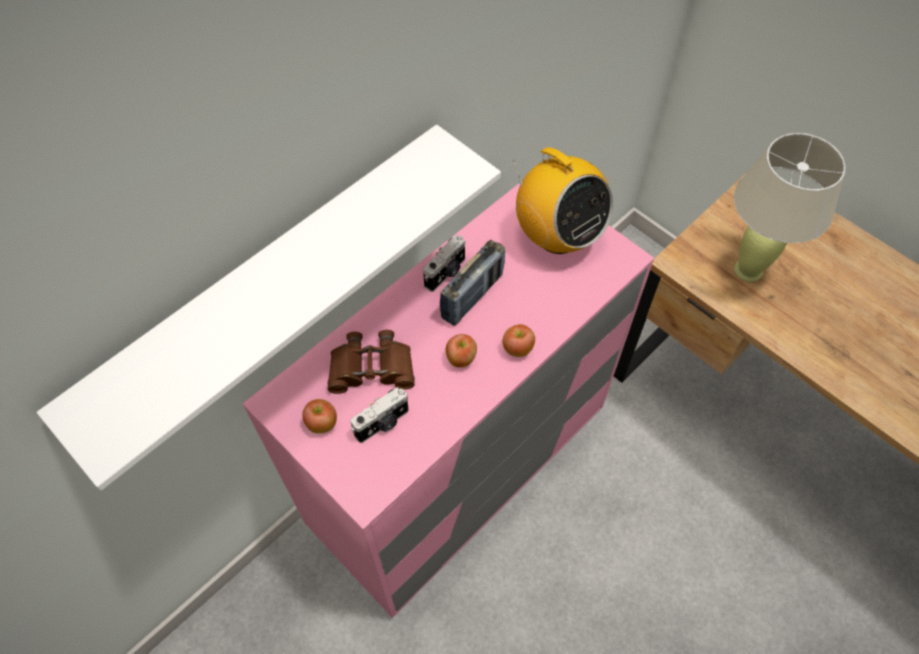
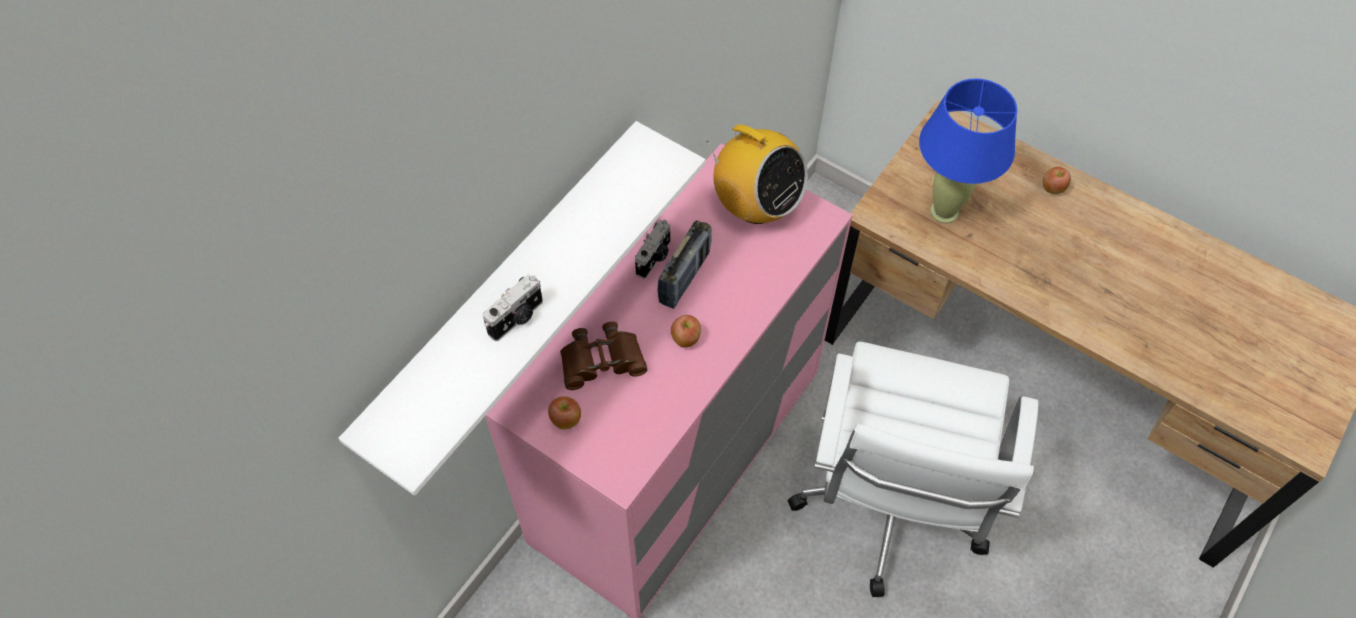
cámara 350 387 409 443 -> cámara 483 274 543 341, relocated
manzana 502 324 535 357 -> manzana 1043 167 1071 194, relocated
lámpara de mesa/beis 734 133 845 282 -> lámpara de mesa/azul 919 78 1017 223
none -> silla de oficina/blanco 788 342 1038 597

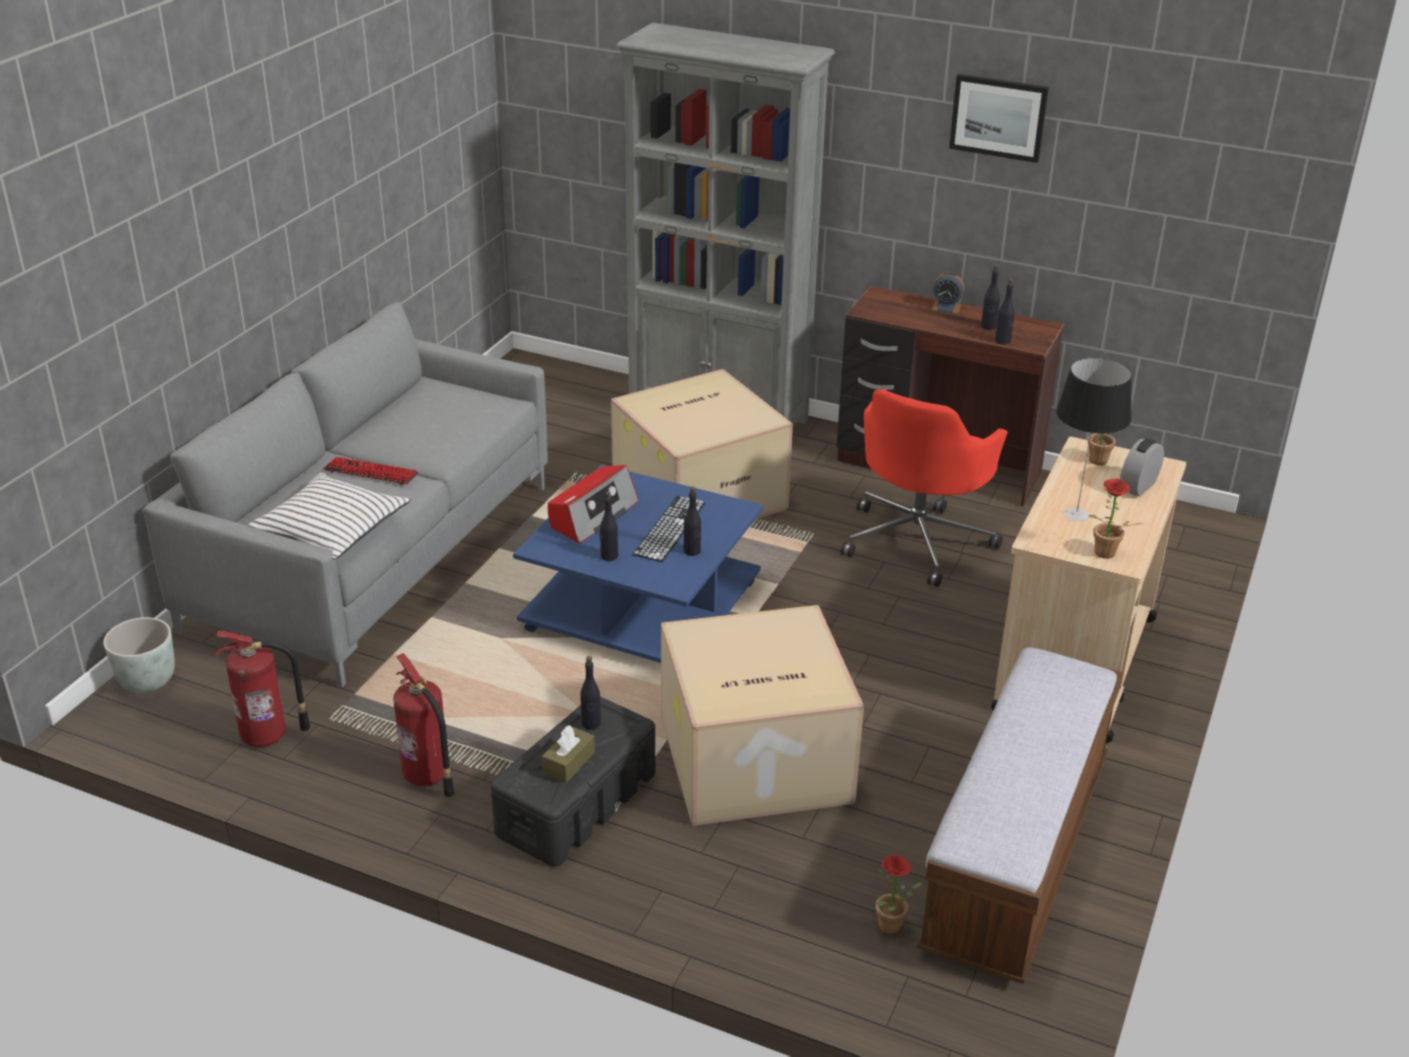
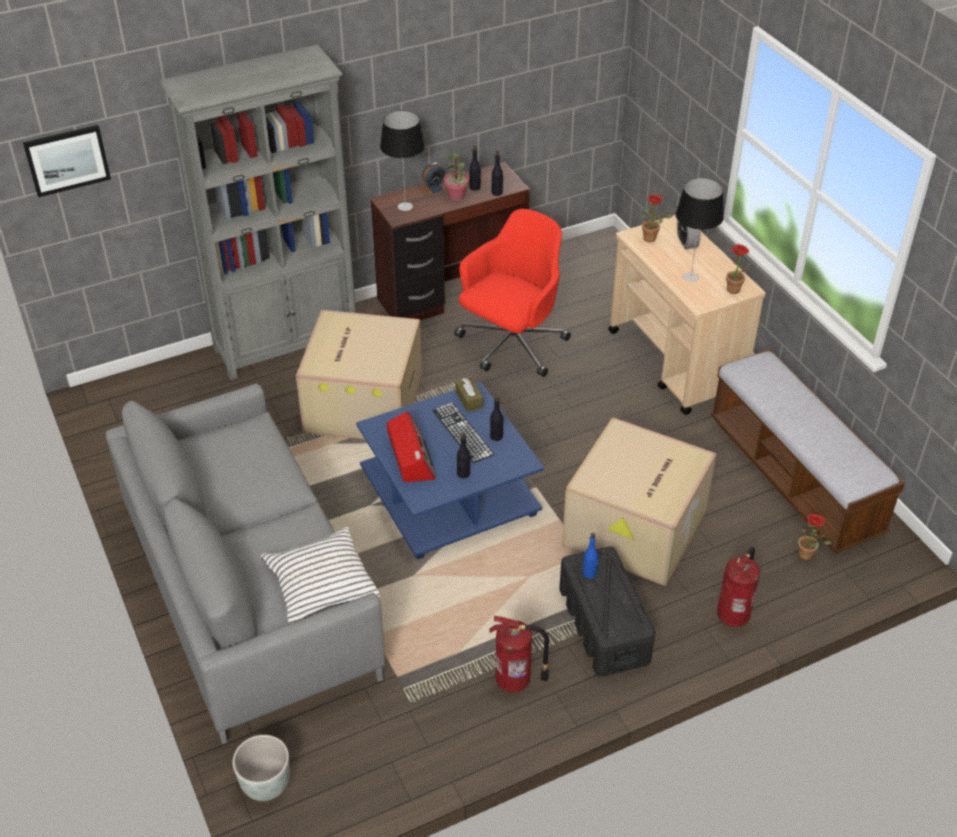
extintor 215 631 311 747 -> extintor 717 547 760 627, relocated
teclado 323 457 419 485 -> none
caja de pañuelos/marrón 542 725 595 783 -> caja de pañuelos/marrón 455 377 483 412, relocated
botella/negro 580 656 601 730 -> botella/azul 583 533 598 579
silla de oficina/rojo 841 389 1008 587 -> silla de oficina/rojo 454 209 571 377, 120 degrees counterclockwise
cuadro 949 74 1049 163 -> cuadro 23 125 111 197, relocated
none -> lámpara de mesa 380 111 425 211
none -> planta en maceta 444 153 469 200

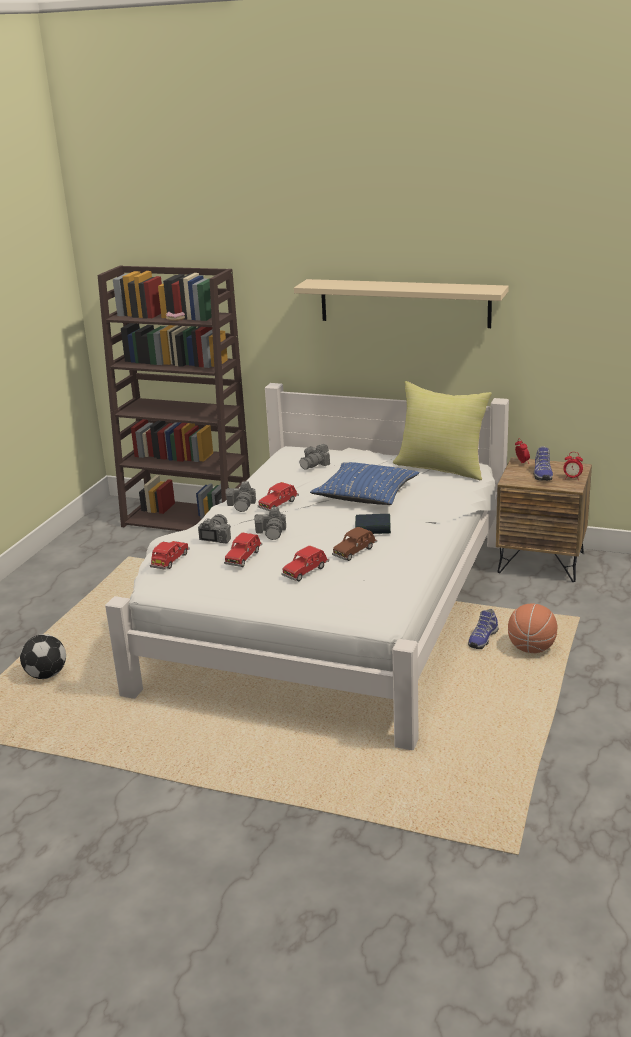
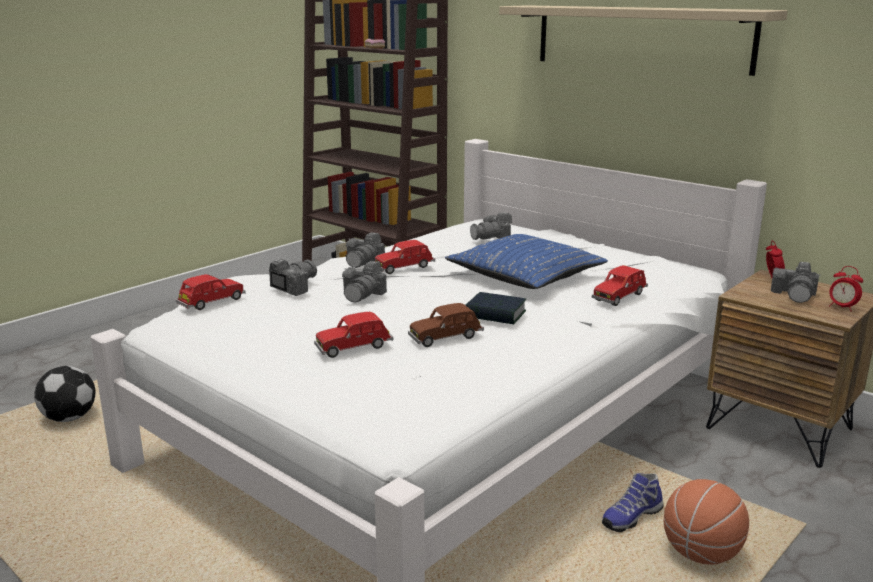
coche de juguete/rojo 224 532 262 567 -> coche de juguete/rojo 592 265 648 306, relocated
cojín/amarillo 393 381 492 480 -> none
zapato 533 446 553 481 -> cámara 771 262 821 303

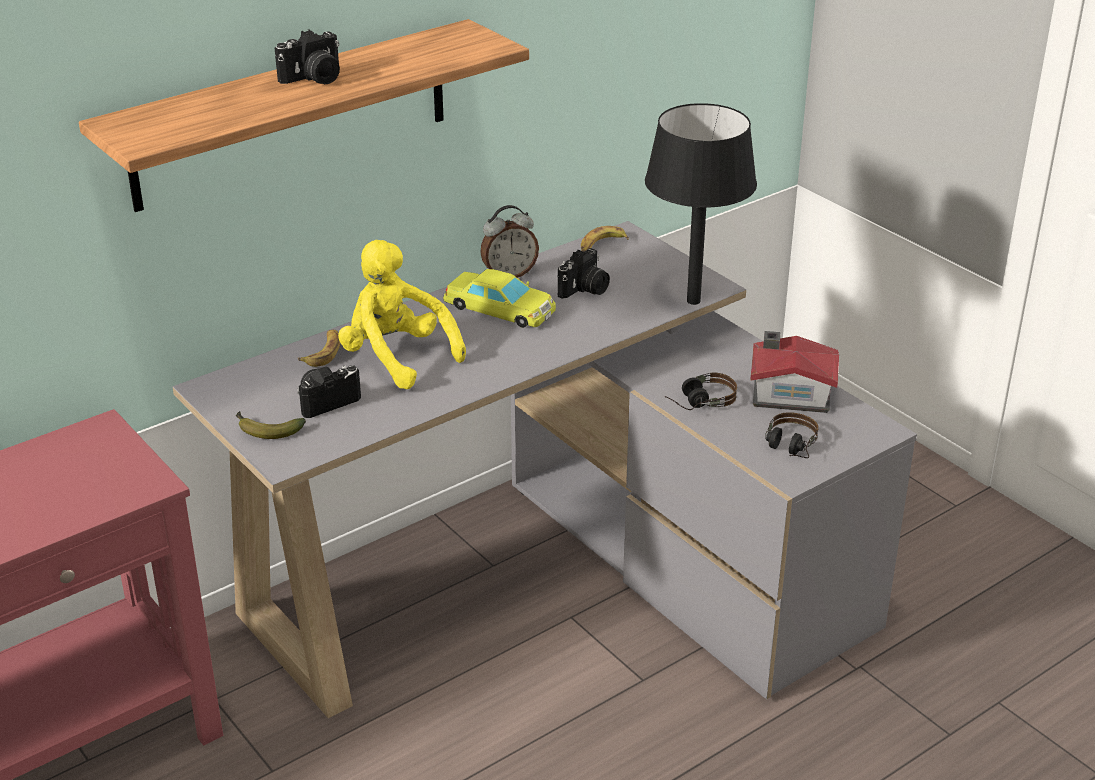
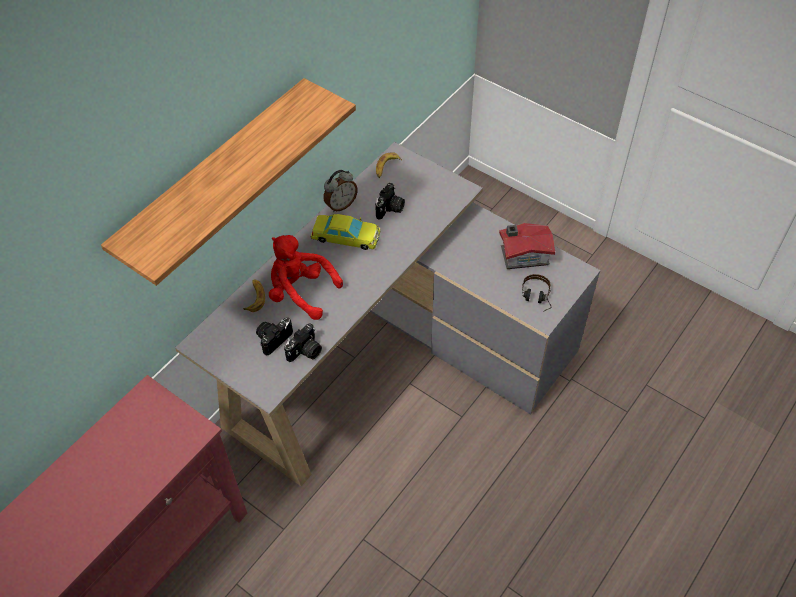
plátano 236 411 306 439 -> none
cámara 275 29 340 84 -> cámara 284 323 322 362, relocated
peluche/amarillo 338 240 466 389 -> peluche/rojo 269 235 343 320
lámpara de mesa/negro 645 103 757 305 -> none
auriculares 665 373 737 410 -> none

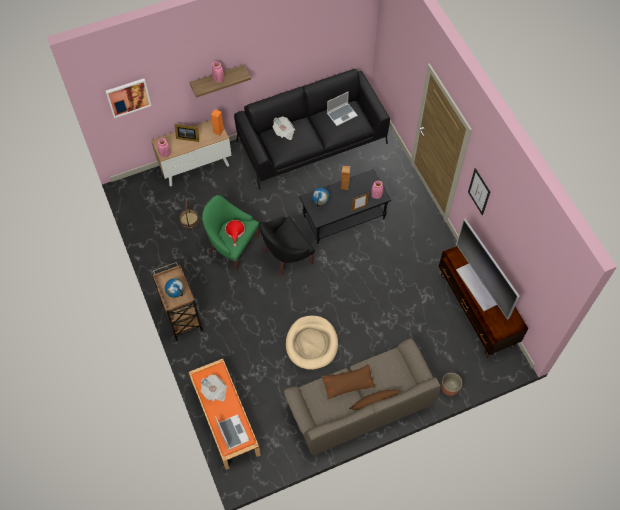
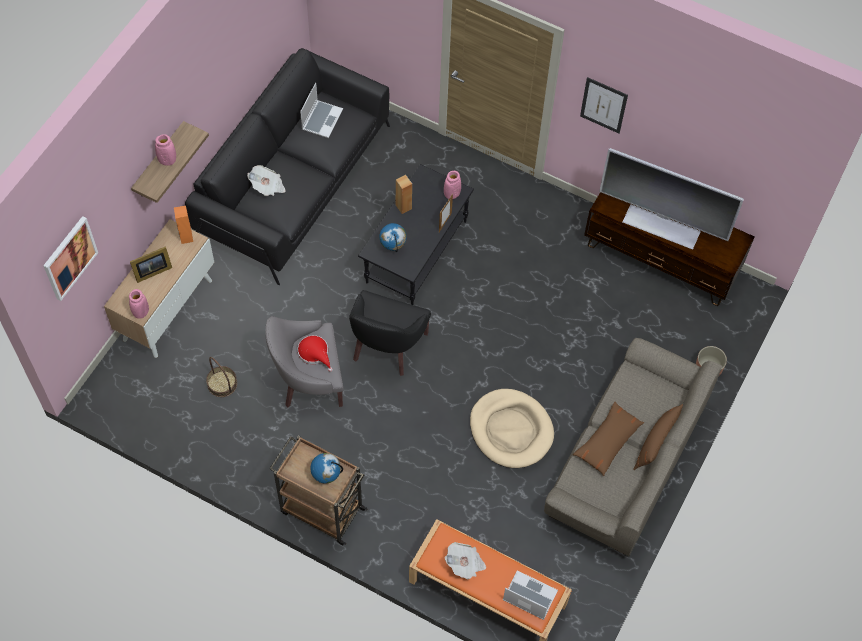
sillón/verde 202 195 259 271 -> sillón/gris 266 316 344 408

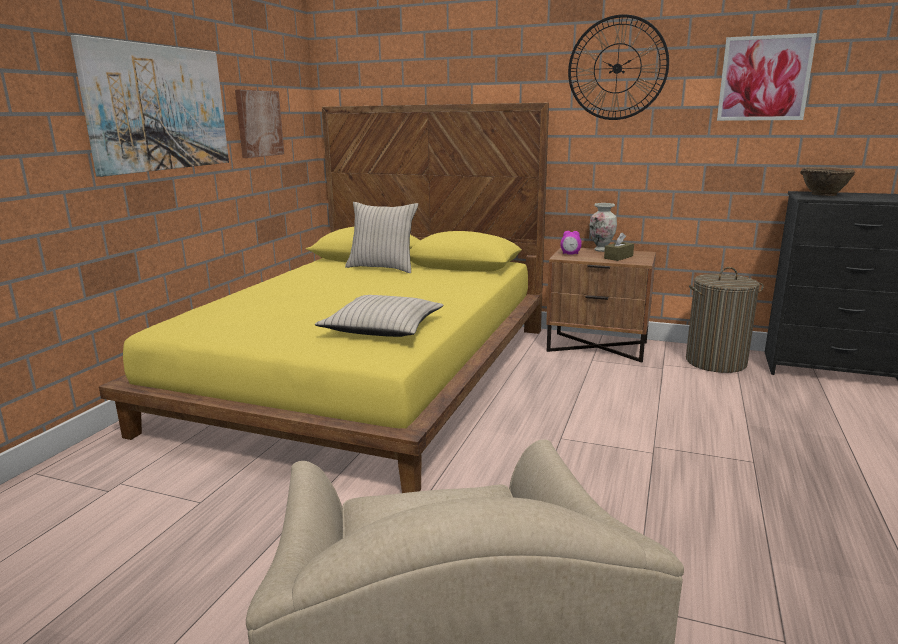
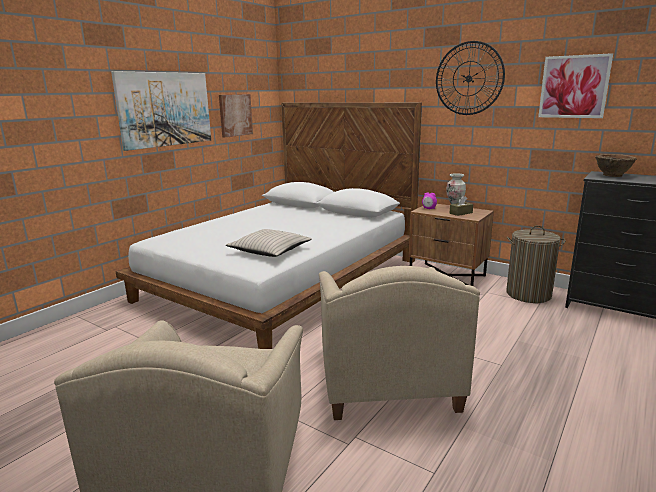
cama/amarillo 99 103 549 493 -> cama/blanco 116 102 422 349
cojín/beis 345 202 418 273 -> none
none -> sillón/beis 319 266 480 420

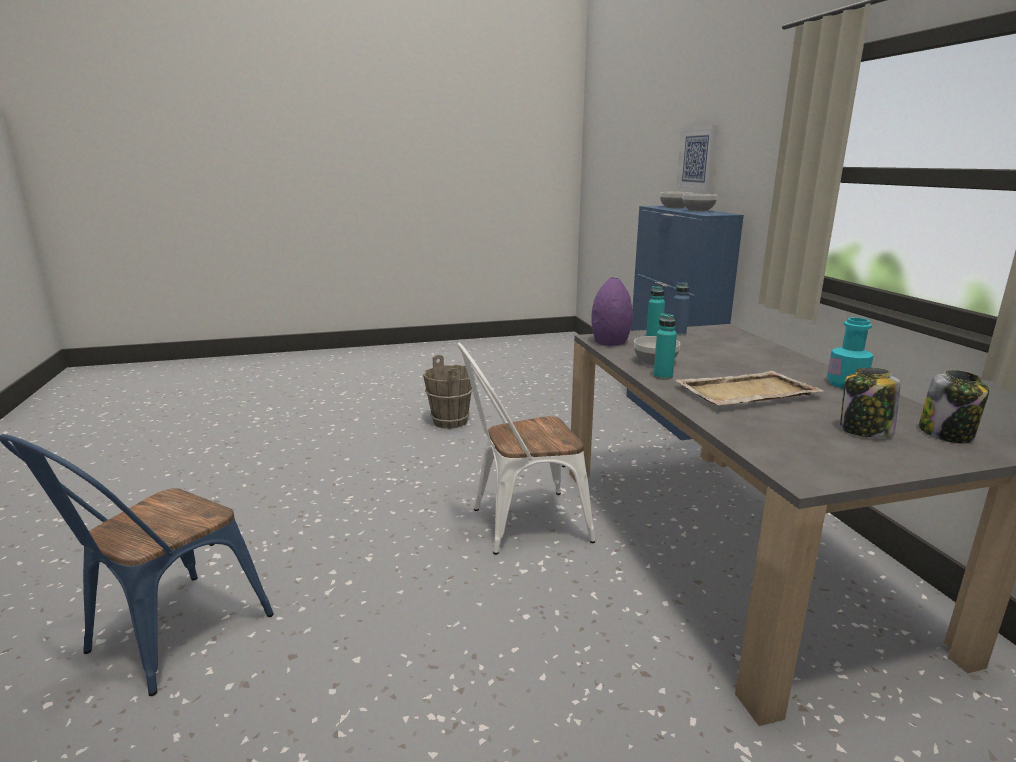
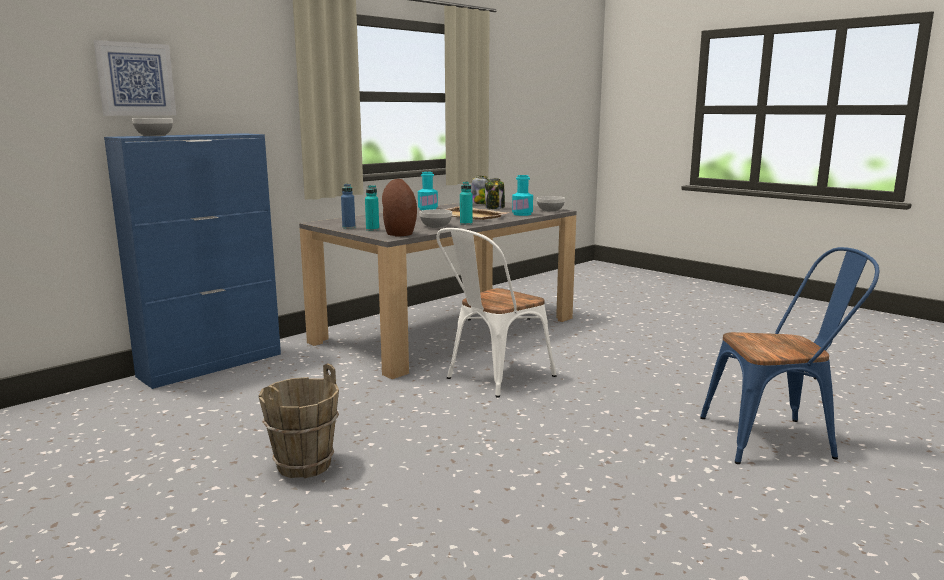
silla/blanco 457 343 595 555 -> silla/blanco 437 228 556 397, 90 degrees clockwise
florero/morado 591 277 633 346 -> florero/marrón 382 179 417 237
cuenco 683 194 718 211 -> cuenco 537 196 565 212, relocated
none -> botella/turquesa 512 175 533 216

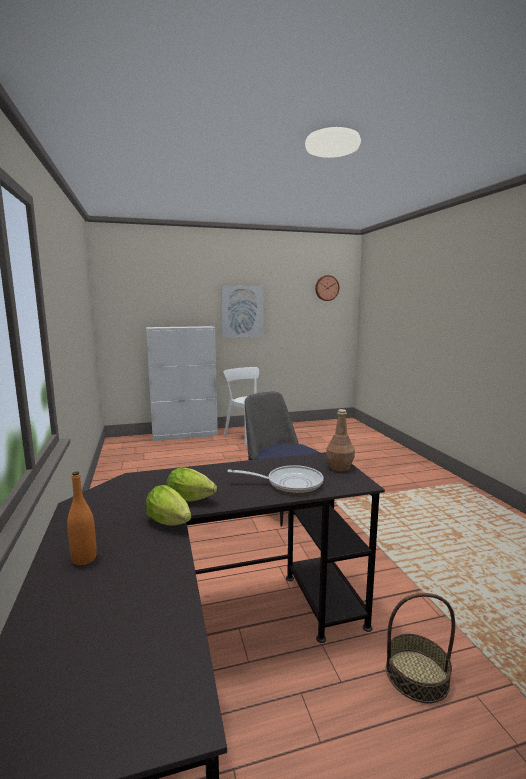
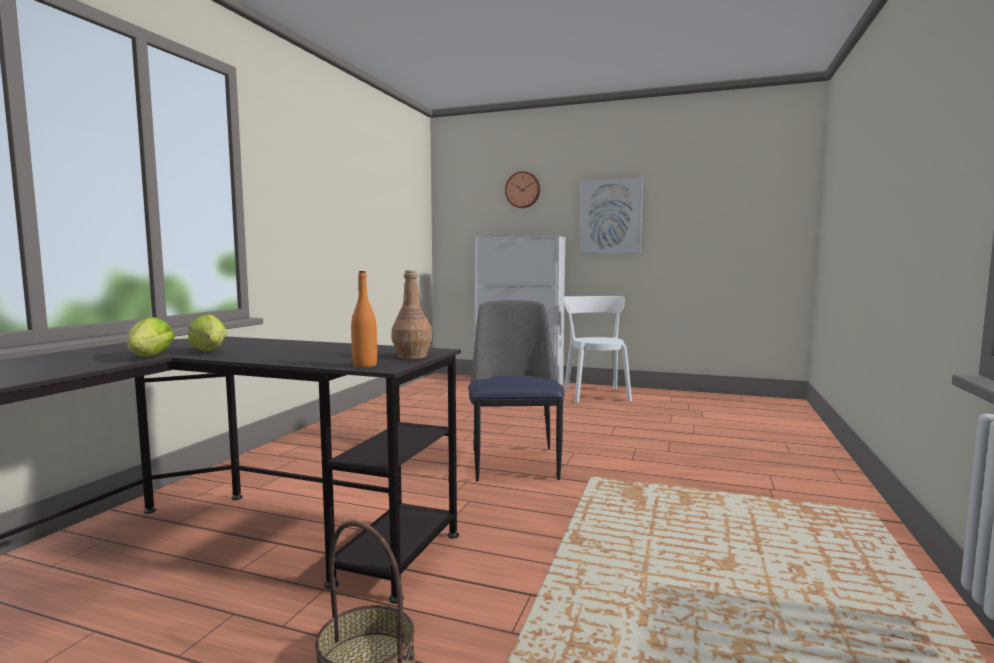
botella/naranja 67 471 97 565 -> botella/naranja 351 271 377 368, relocated
sartén 227 465 323 493 -> none
reloj de pared 315 275 339 301 -> reloj de pared 505 171 540 208, relocated

